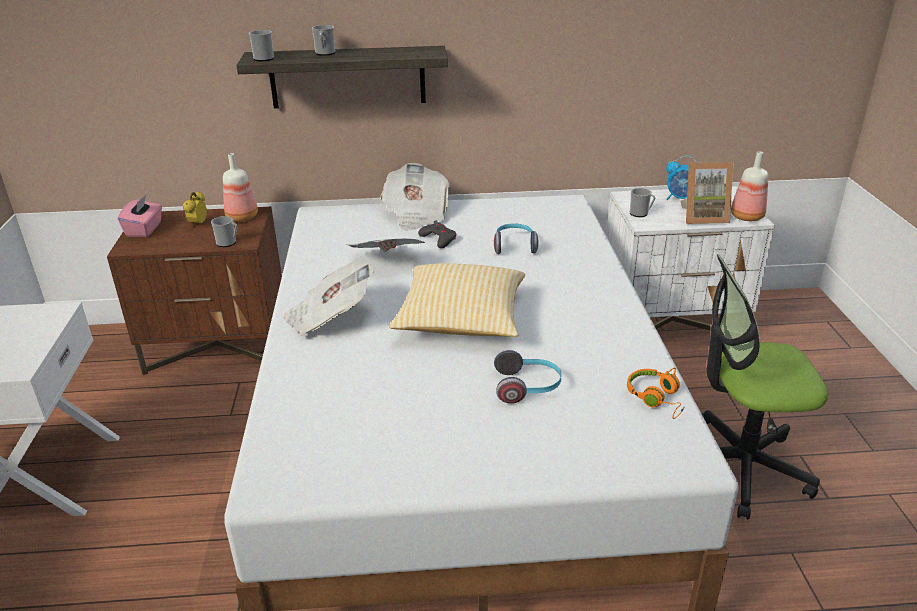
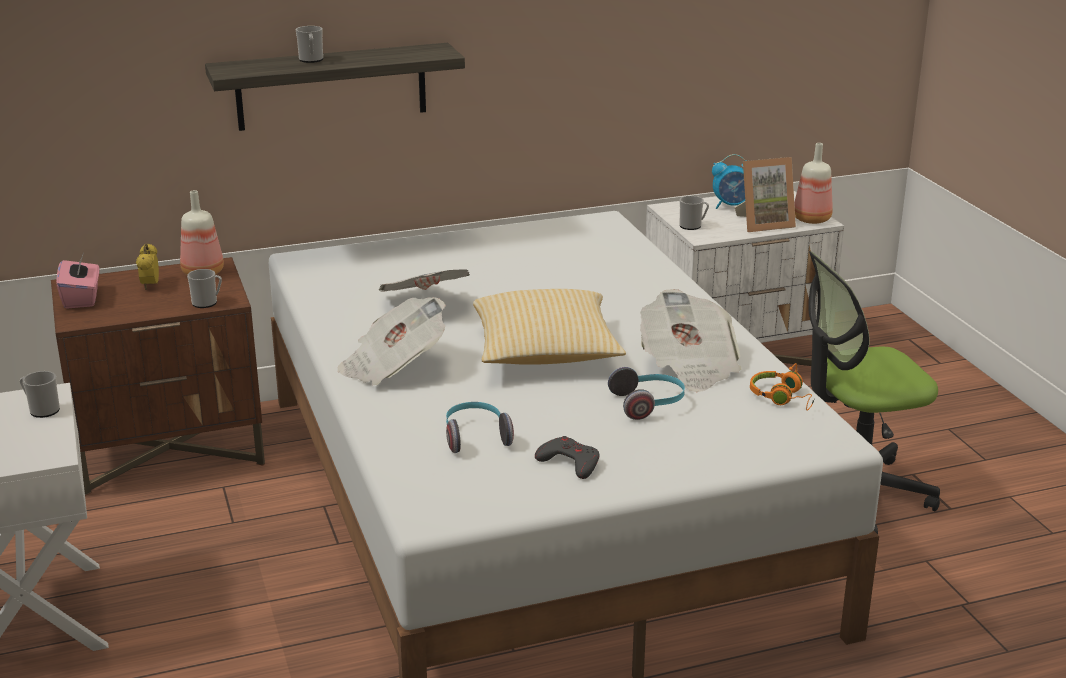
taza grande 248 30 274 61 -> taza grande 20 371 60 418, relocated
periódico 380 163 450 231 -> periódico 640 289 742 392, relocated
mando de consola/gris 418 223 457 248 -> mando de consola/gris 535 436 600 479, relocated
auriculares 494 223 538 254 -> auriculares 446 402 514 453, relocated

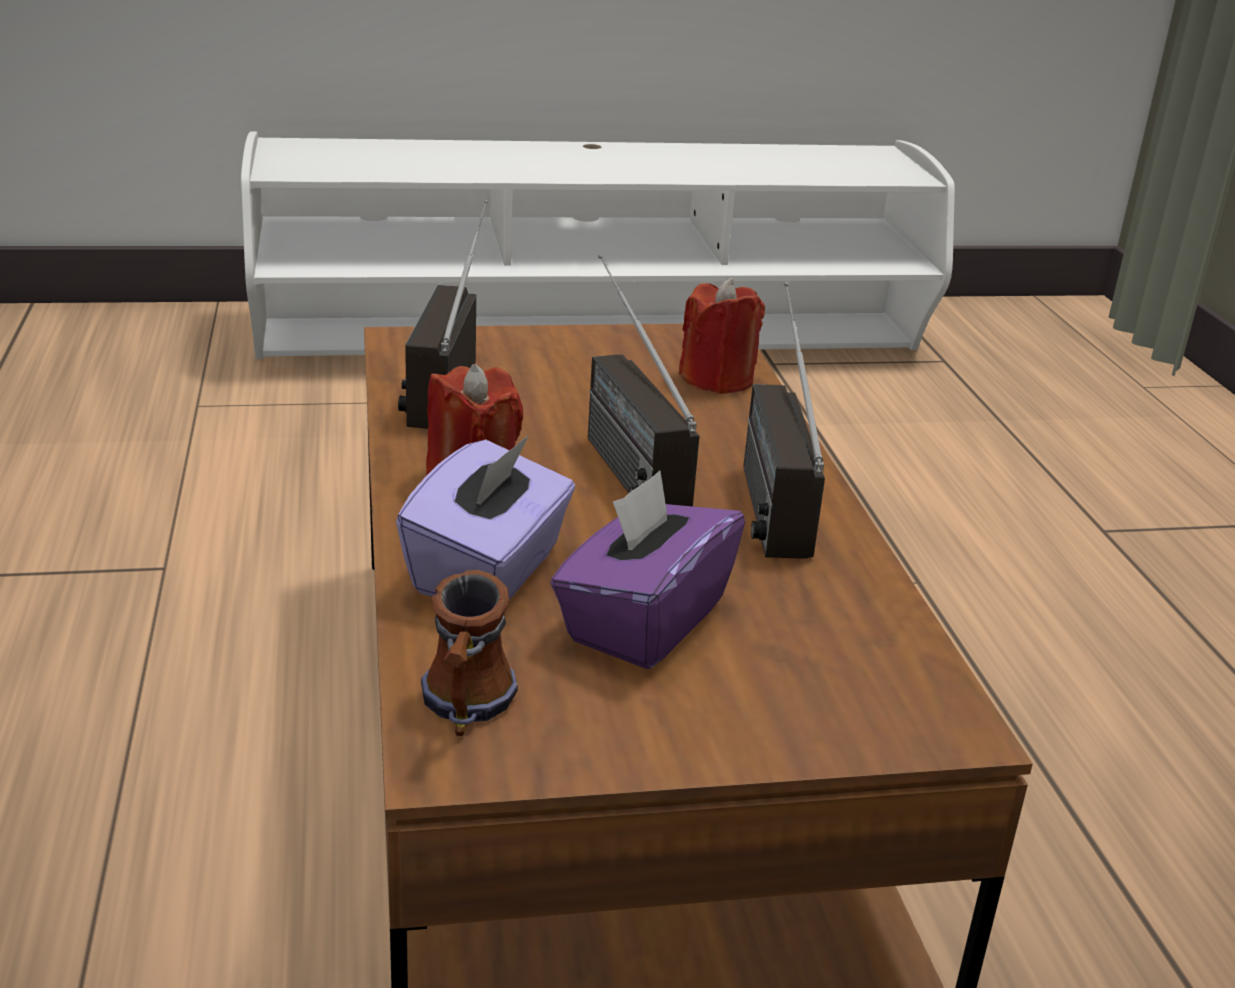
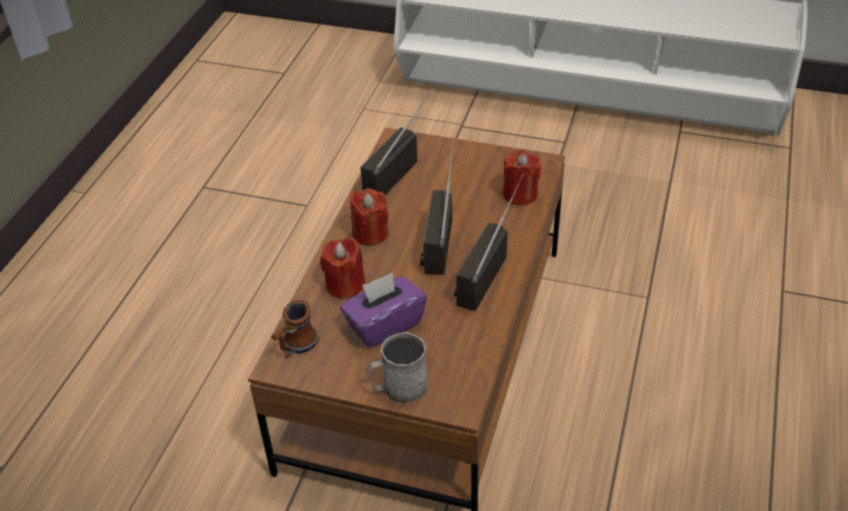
caja de pañuelos/morado 396 435 575 600 -> vela/rojo 320 237 366 300
none -> taza grande/gris 369 332 428 404

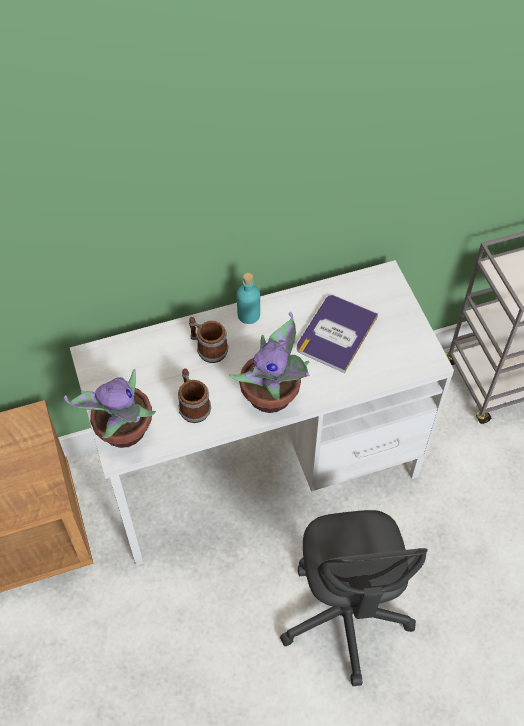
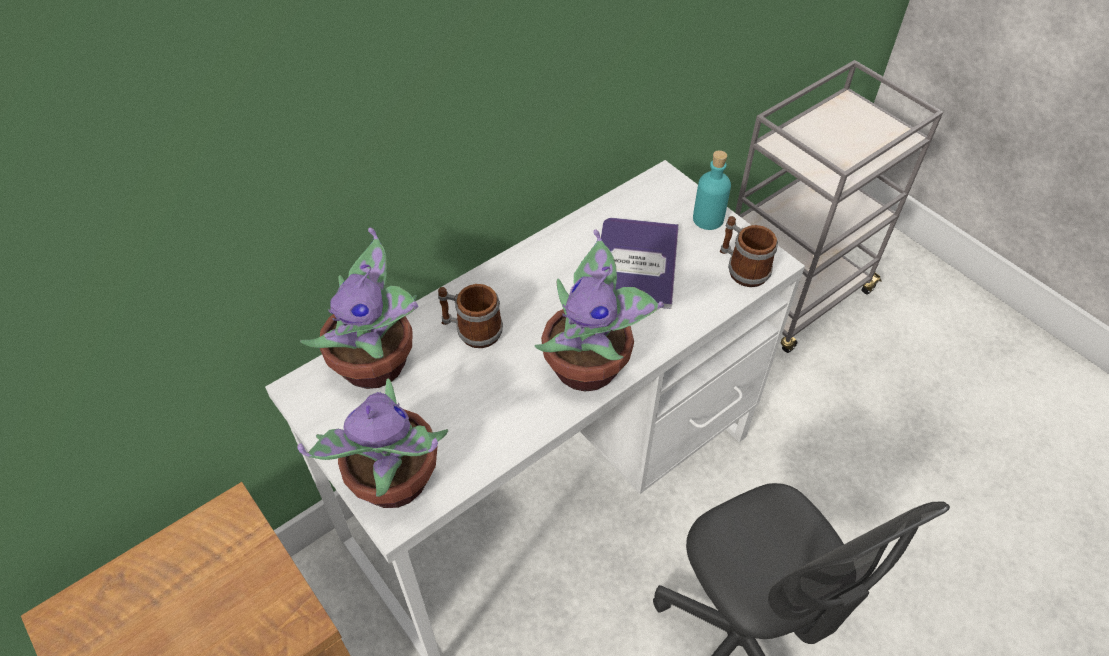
taza grande 178 368 211 423 -> taza grande 720 216 778 287, relocated
botella/turquesa 237 273 260 324 -> botella/turquesa 693 150 731 230, relocated
none -> planta en maceta 300 227 418 389

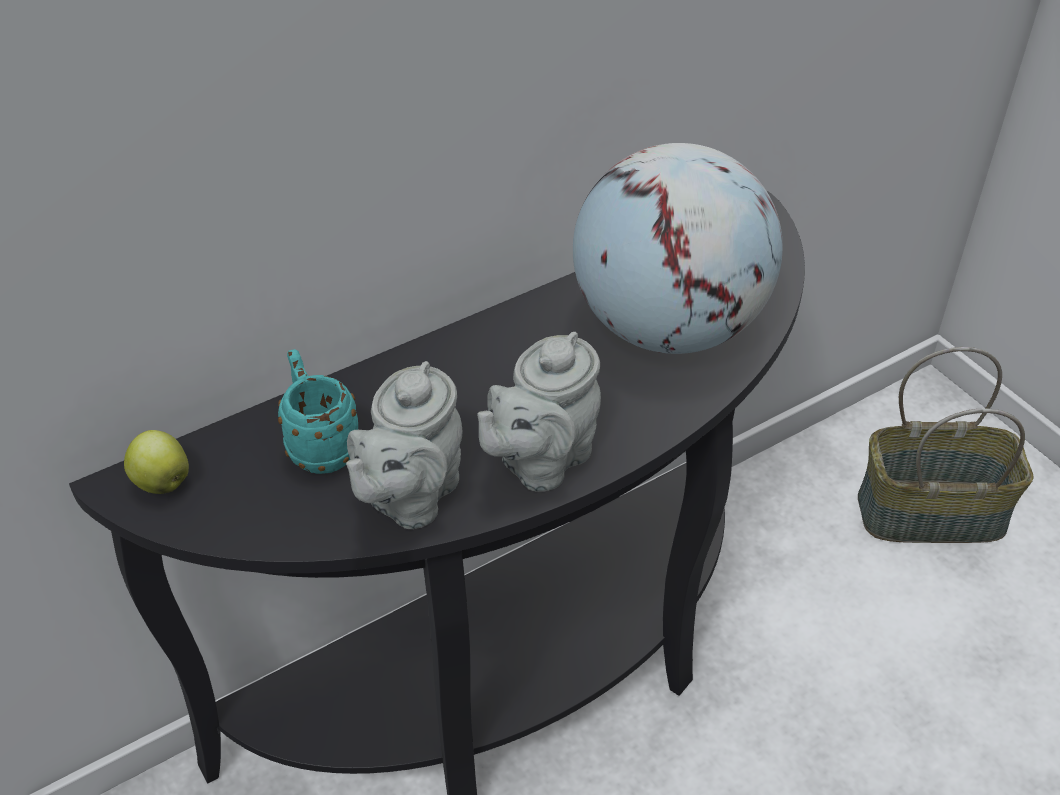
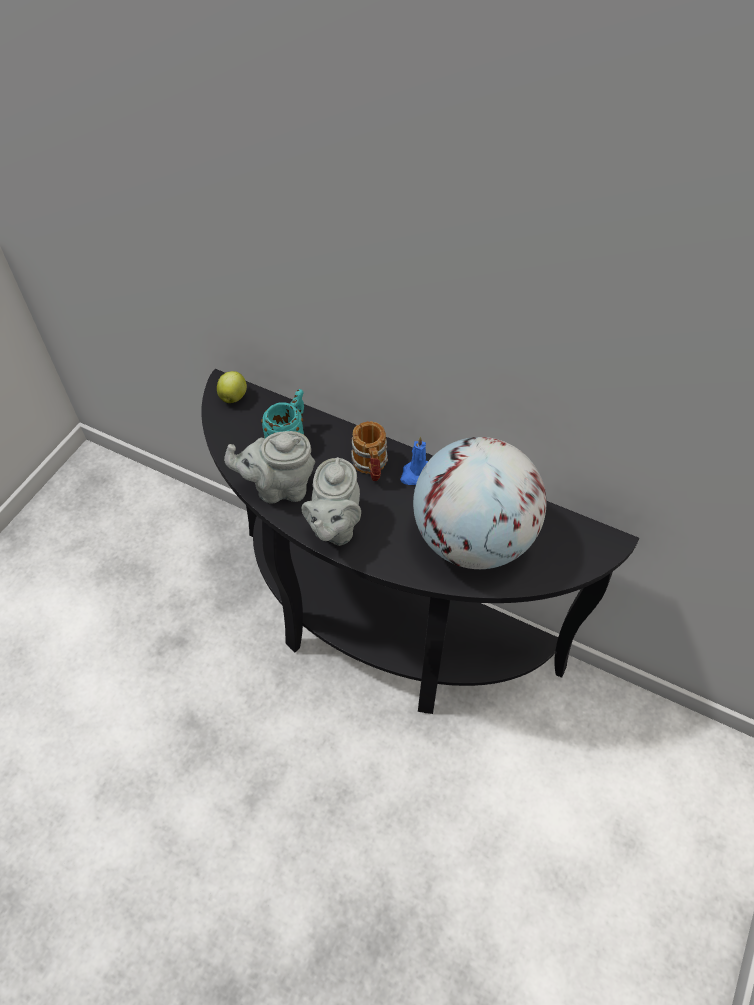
tetera/gris 477 332 601 492 -> tetera/gris 302 457 361 546, 90 degrees counterclockwise
cesta 858 347 1034 543 -> none
none -> taza grande 351 421 388 481
none -> vela/azul 400 436 428 485

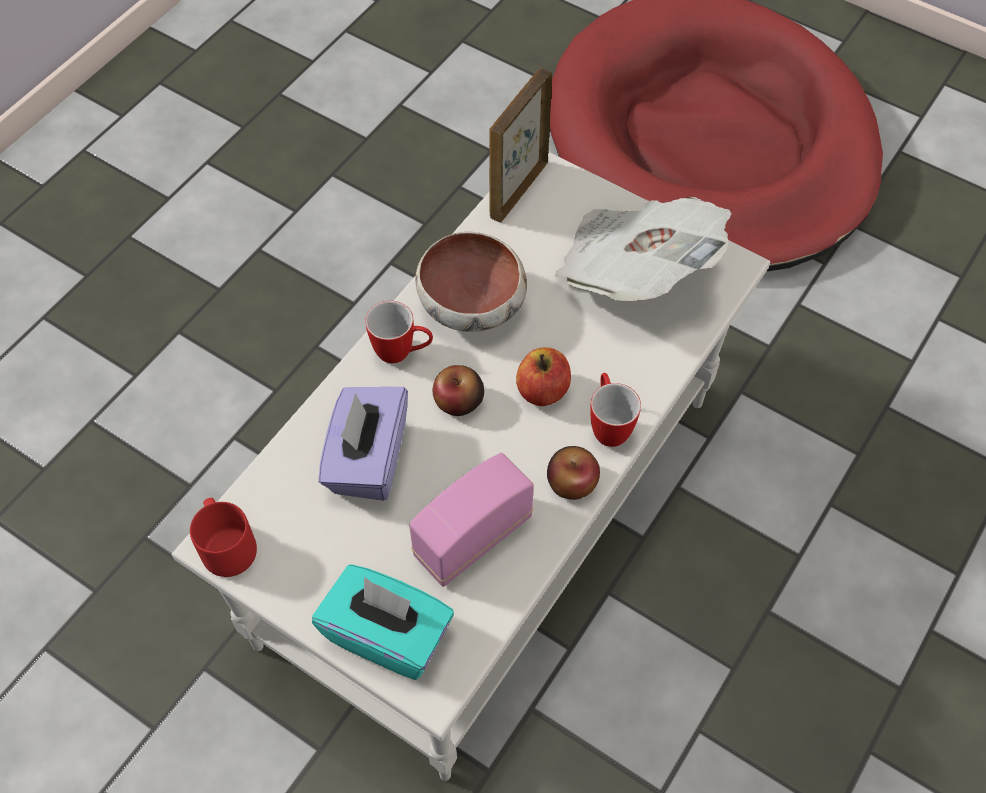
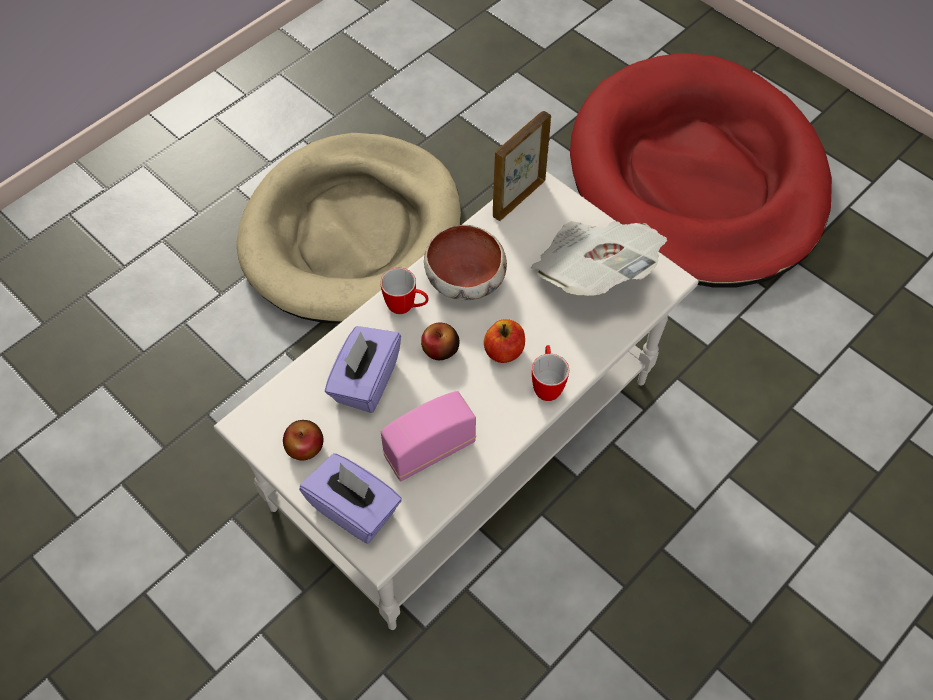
taza grande/rojo 190 498 257 577 -> none
caja de pañuelos/turquesa 312 564 454 680 -> caja de pañuelos/morado 299 453 402 544
manzana 547 446 600 500 -> manzana 283 420 324 460, relocated
none -> cama para perro/beis 237 133 461 324

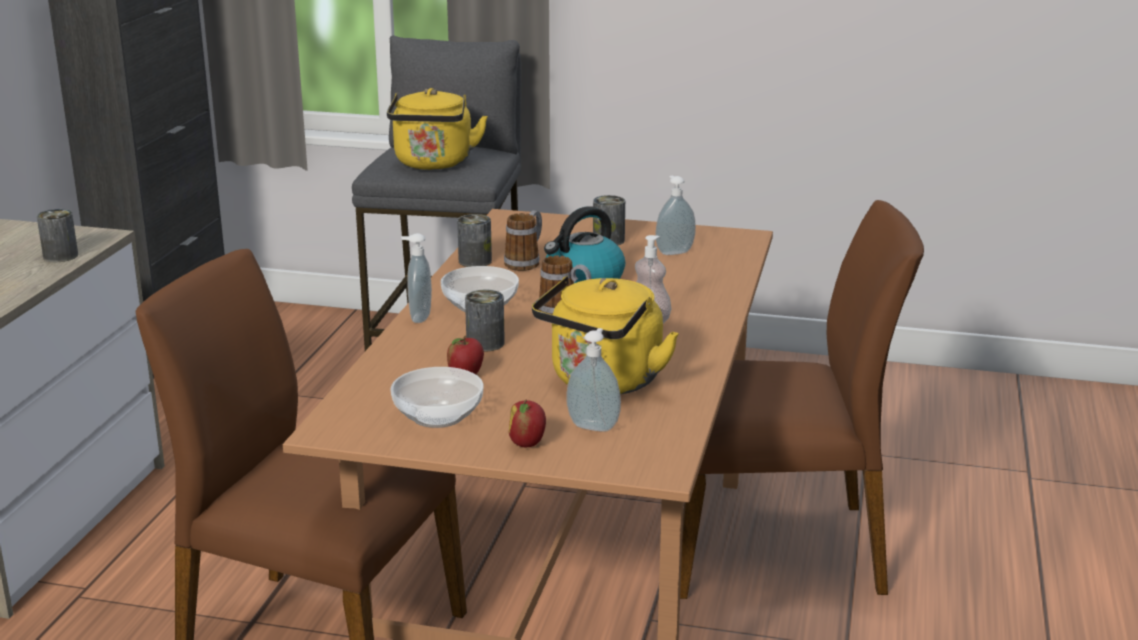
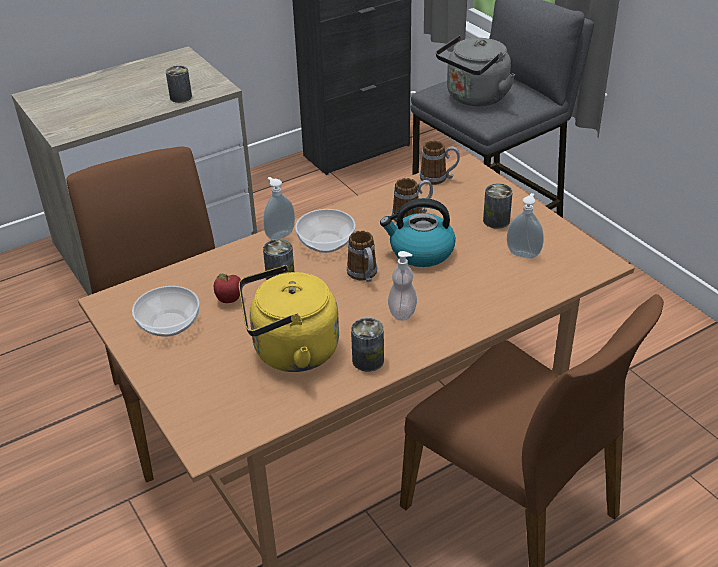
hervidor/amarillo 387 88 488 170 -> hervidor/gris 436 36 515 106
lata 457 214 492 267 -> lata 351 318 384 372, relocated
manzana 509 400 546 447 -> none
dispensador de jabón 566 328 621 431 -> none
none -> taza grande 420 140 460 185

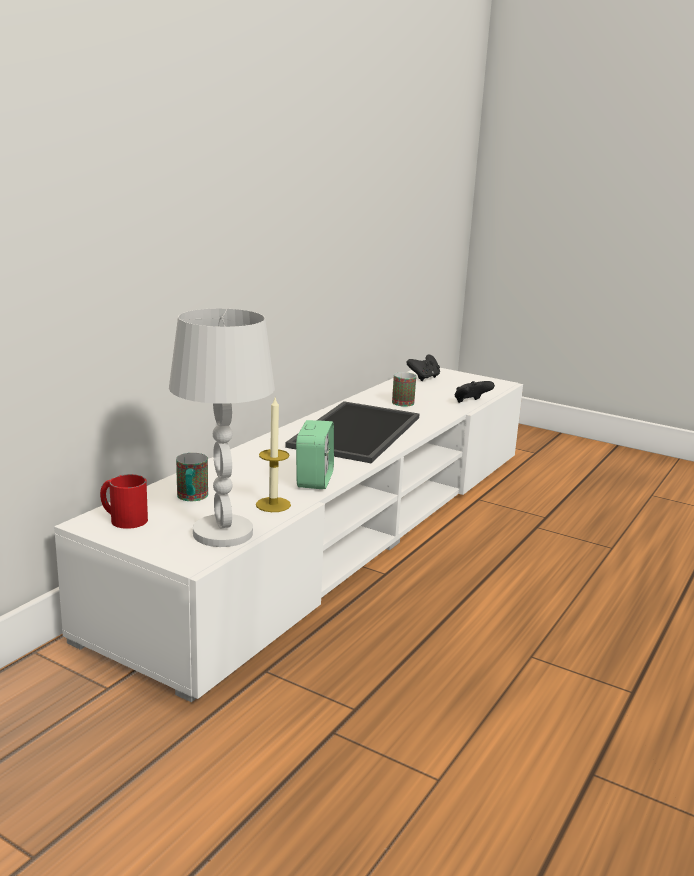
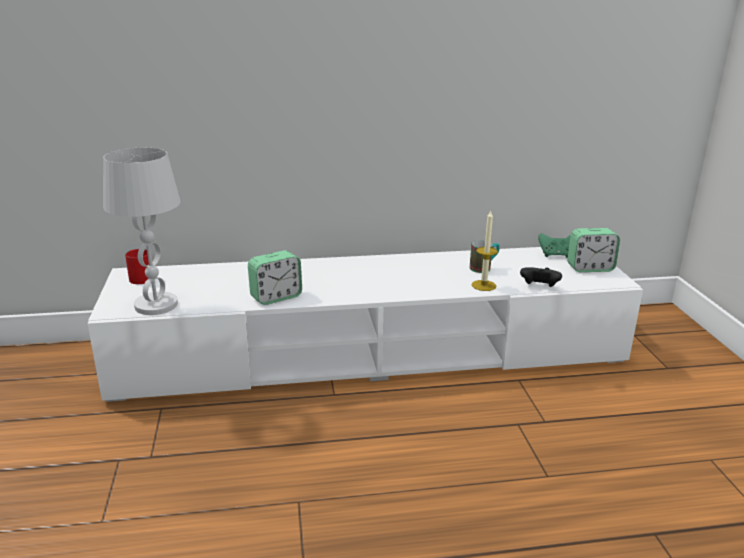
taza grande 176 453 208 501 -> none
vela 256 398 291 512 -> vela 472 211 498 291, relocated
bandeja 285 401 419 463 -> none
mando de consola/negro 407 355 440 381 -> mando de consola/verde 538 233 571 258
none -> despertador 567 228 620 272

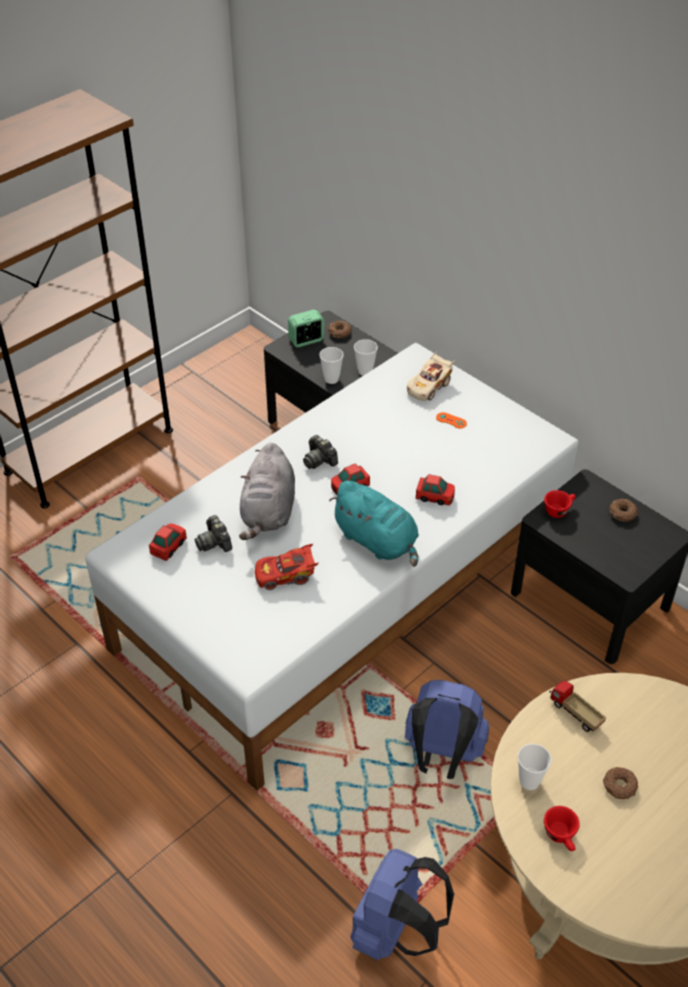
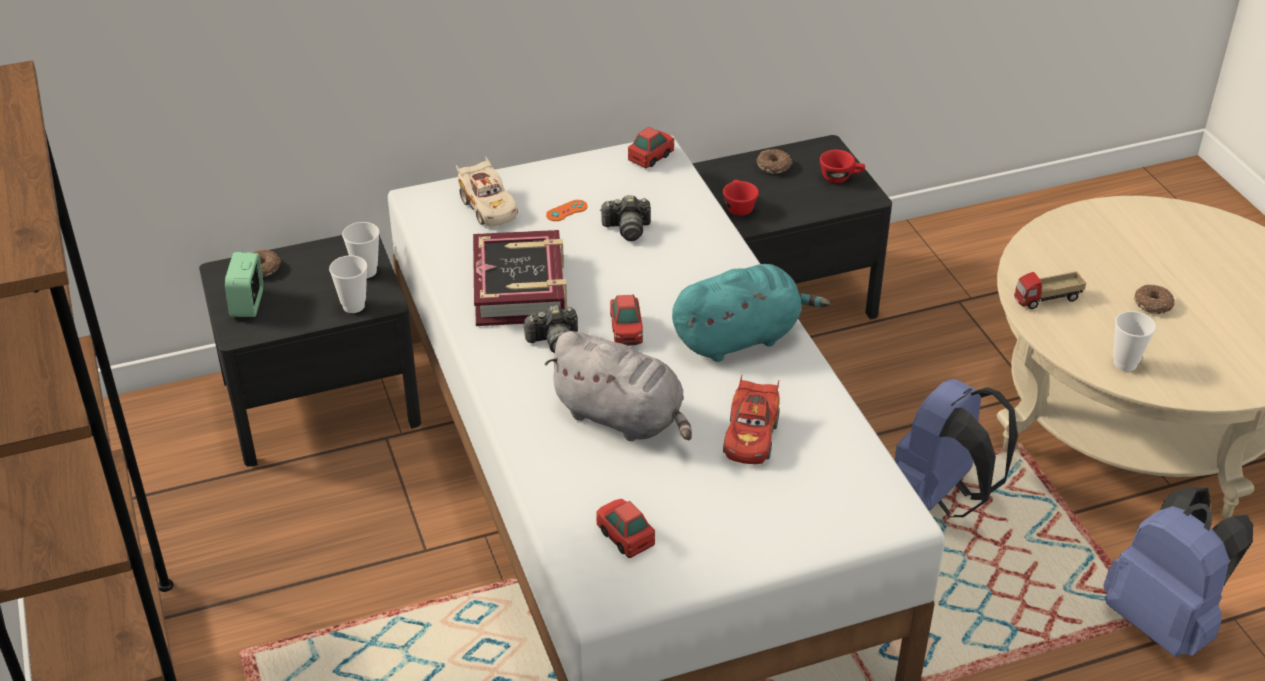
cámara 195 515 232 552 -> cámara 600 195 651 241, relocated
coche de juguete 416 474 455 505 -> coche de juguete 628 127 674 168, relocated
taza/rojo 544 806 580 851 -> taza/rojo 820 150 865 183, relocated
none -> libro 473 230 567 326

